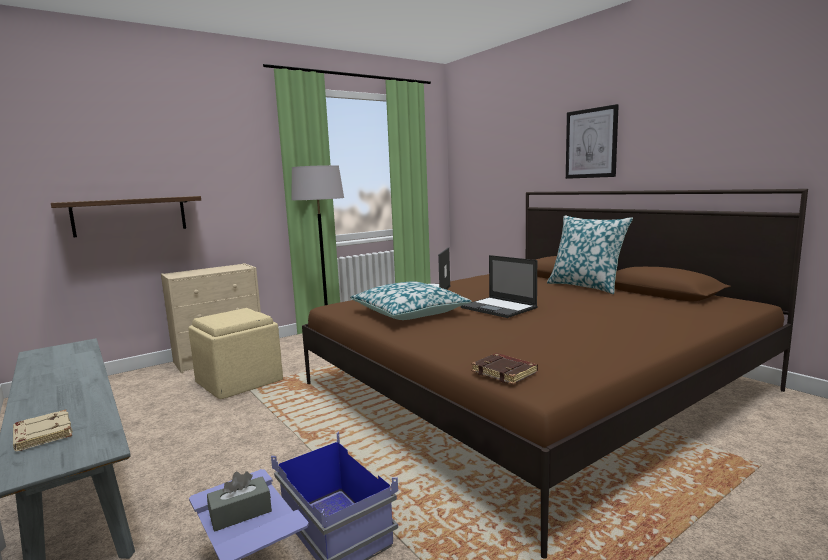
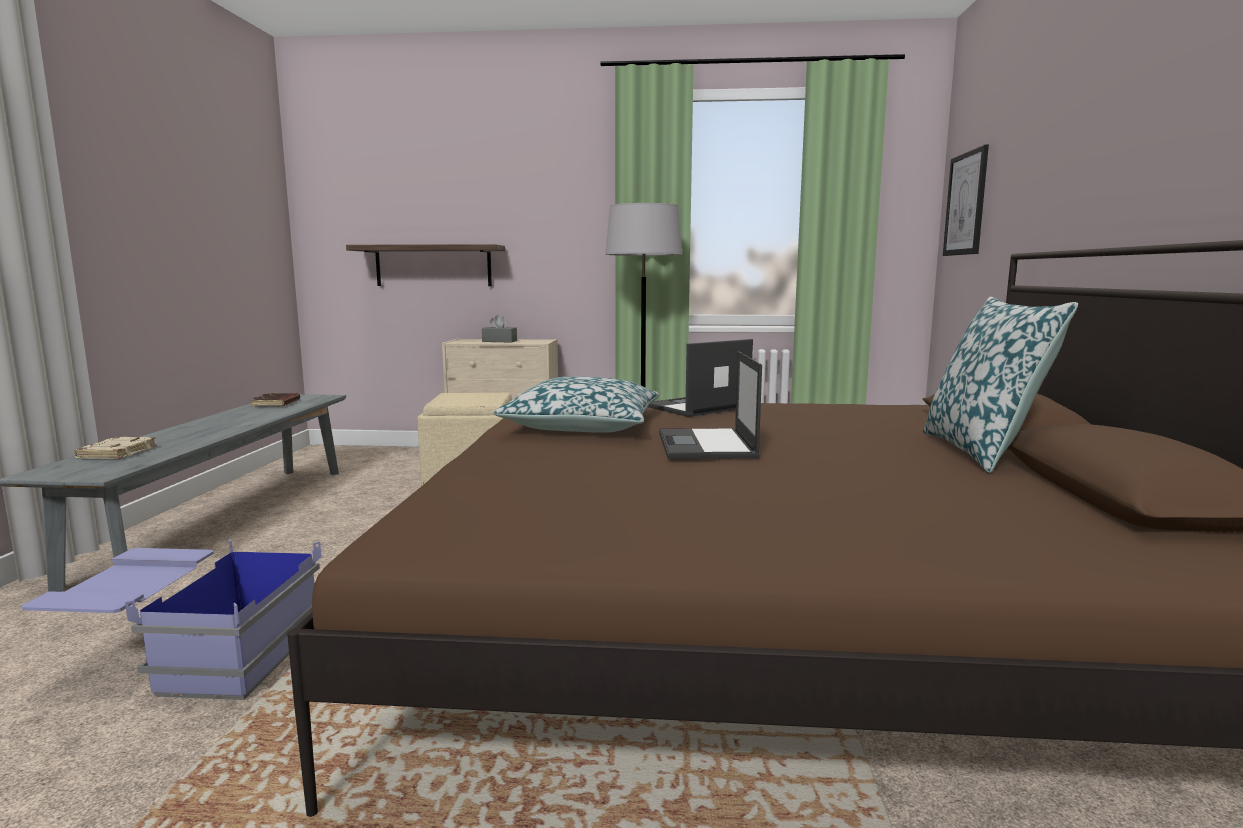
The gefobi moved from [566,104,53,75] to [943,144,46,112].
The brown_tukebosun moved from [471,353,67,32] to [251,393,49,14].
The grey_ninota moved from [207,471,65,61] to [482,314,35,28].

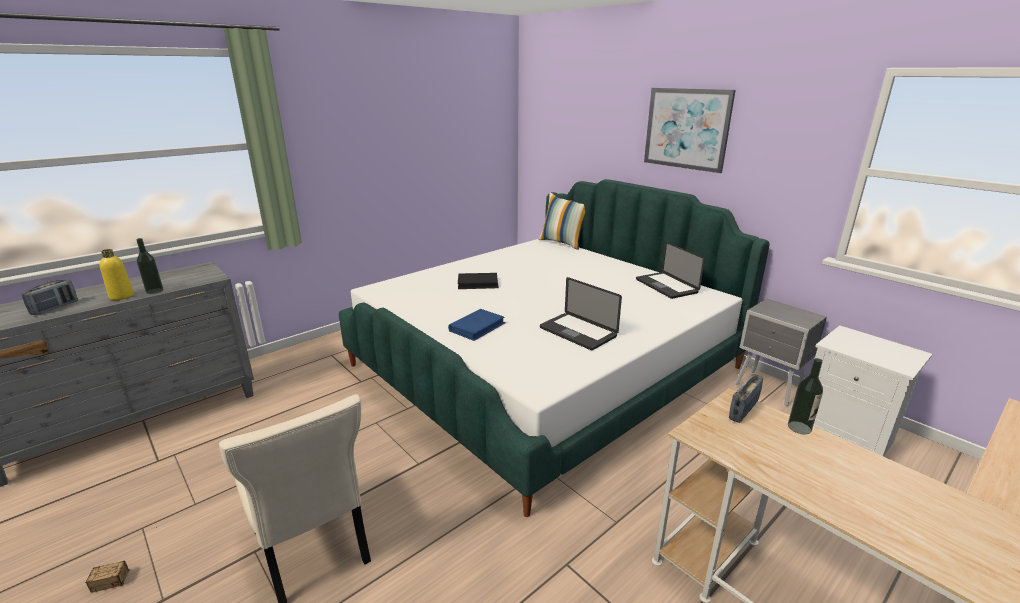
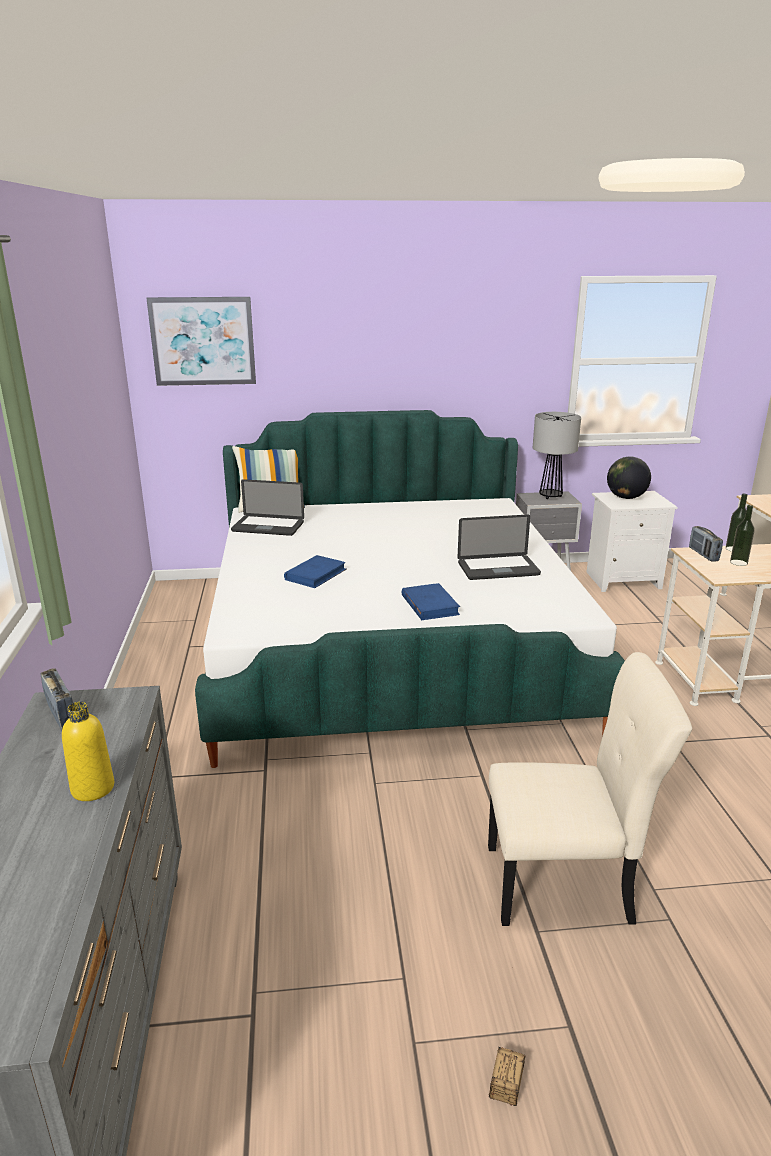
The gefobi moved from [644,88,92,85] to [146,297,110,89].
The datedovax moved from [136,238,27,56] to [730,505,25,61].
The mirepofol moved from [636,242,69,57] to [231,479,73,57].
The black_tukebosun at [458,273,41,16] became the blue_tukebosun at [284,555,63,33].
The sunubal moved from [21,280,57,35] to [40,668,33,63].
The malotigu at [533,412,48,87] appeared.
The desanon at [607,457,44,42] appeared.

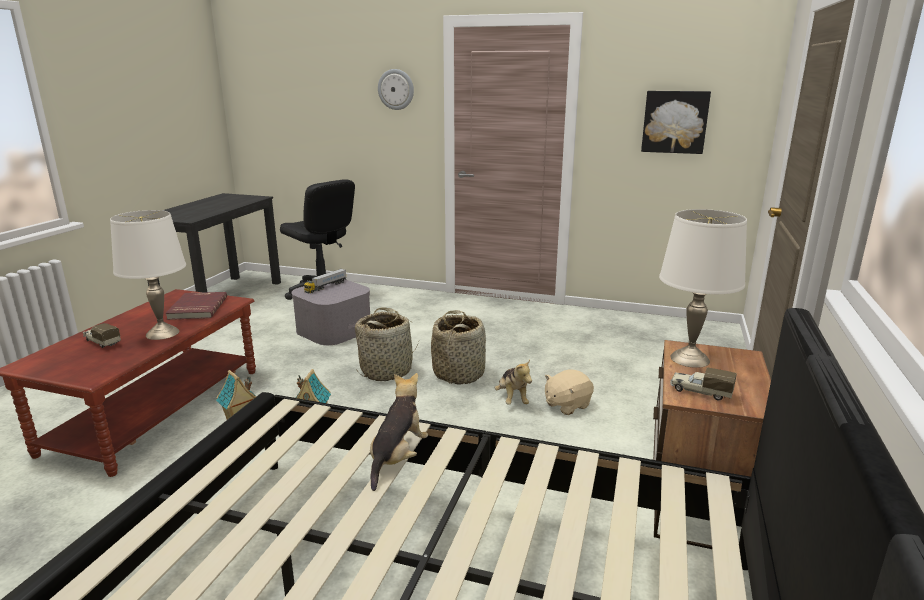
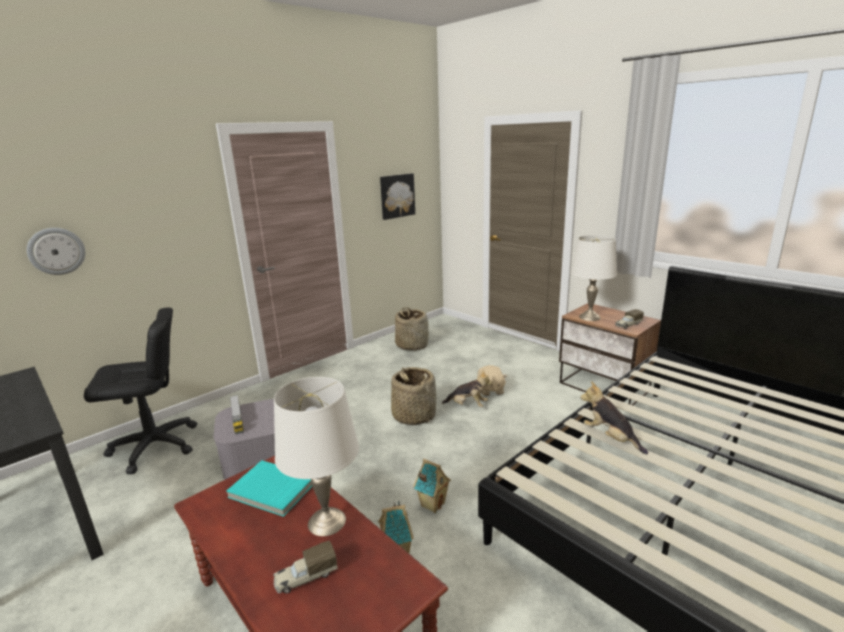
The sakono moved from [378,69,36,41] to [27,228,59,47].
The red_tukebosun at [165,292,62,28] became the turquoise_tukebosun at [226,460,86,57].
The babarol moved from [355,307,64,74] to [395,307,34,44].

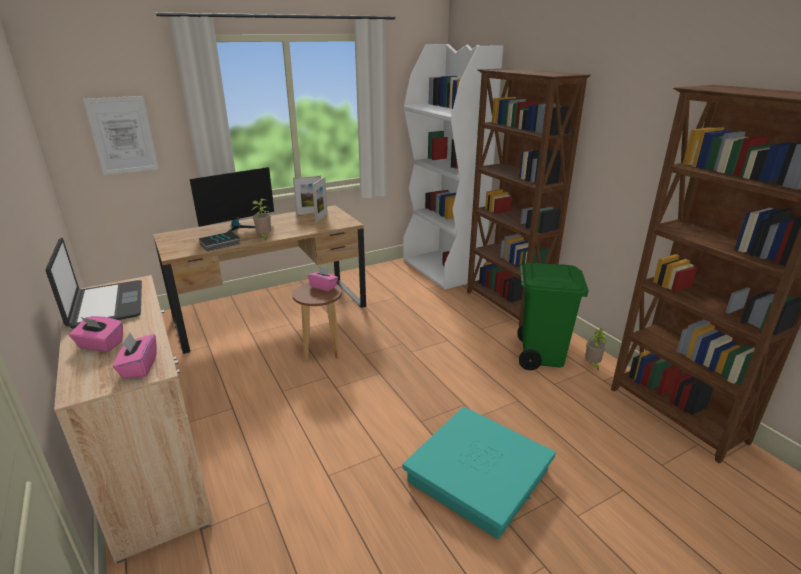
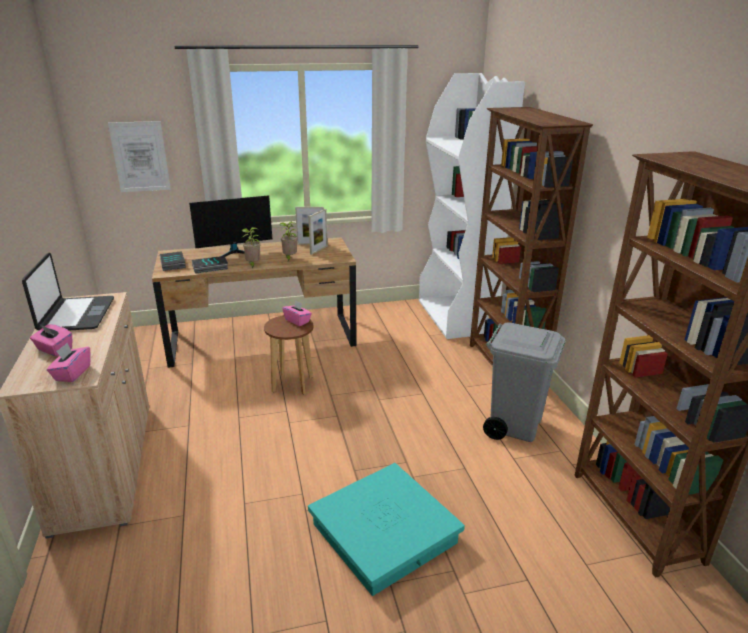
The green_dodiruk at [517,262,72,108] became the grey_dodiruk at [483,322,83,120].
The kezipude moved from [585,328,22,42] to [280,222,17,39].
The tukebosun at [160,251,26,20] appeared.

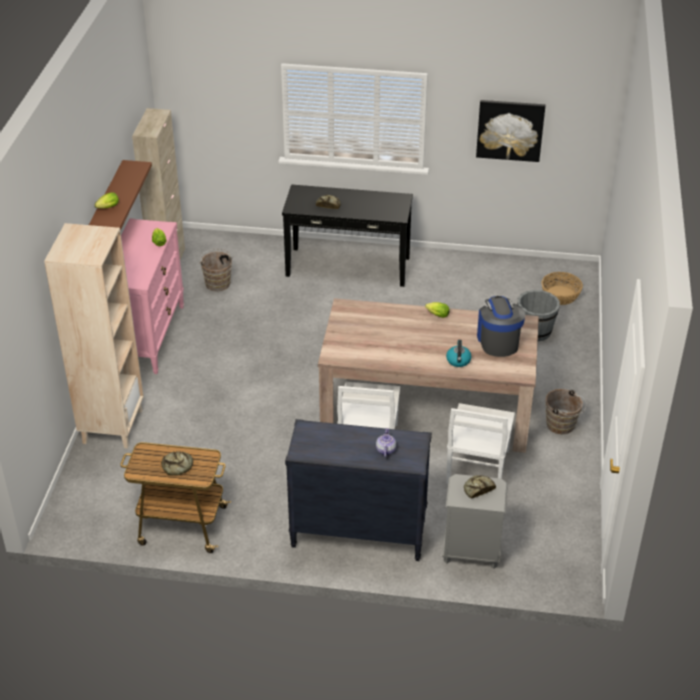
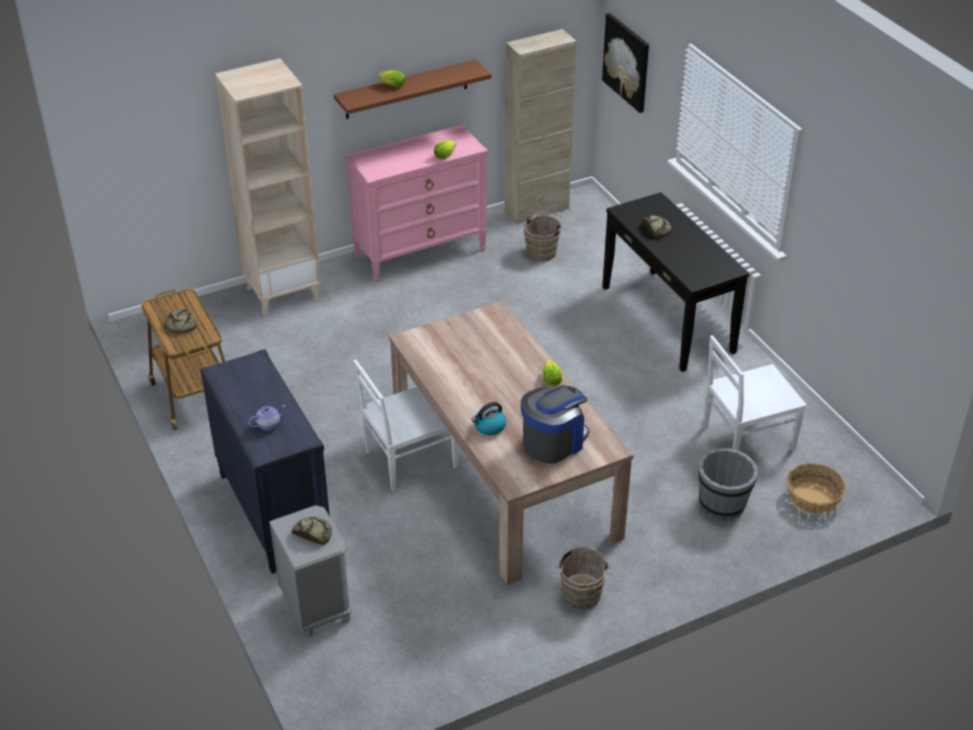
The gefobi moved from [476,100,69,62] to [602,13,47,100].
The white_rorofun moved from [446,403,69,81] to [703,335,104,116].

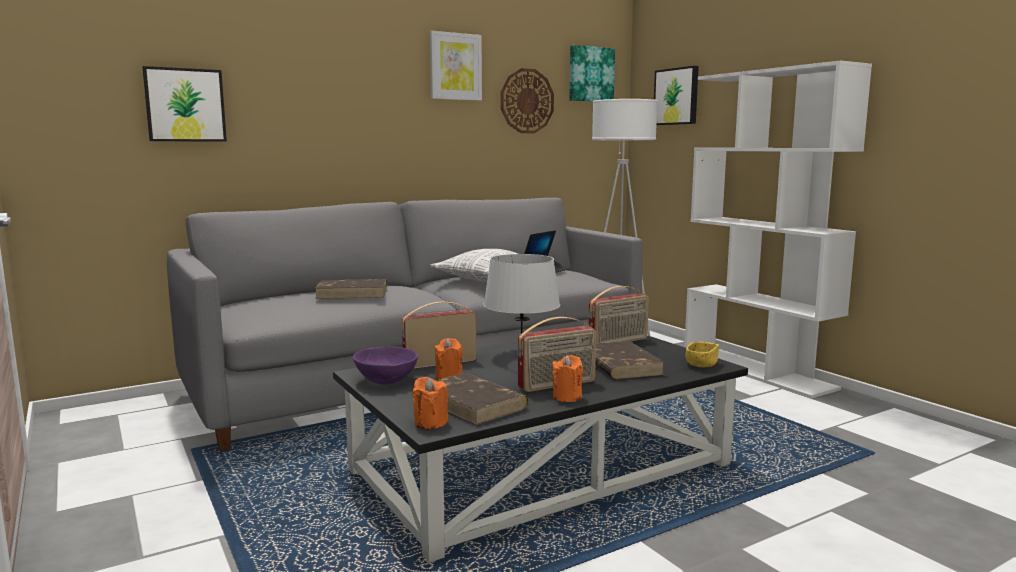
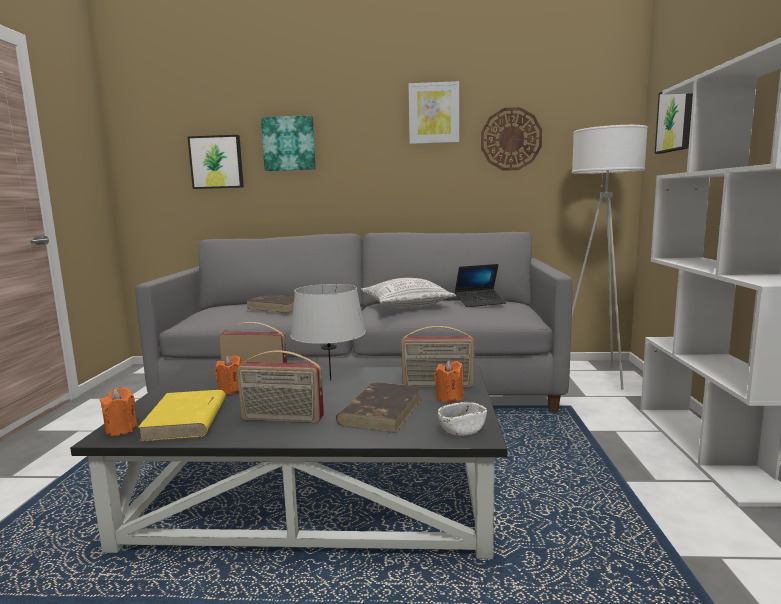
The gefobi moved from [569,45,46,57] to [261,115,55,56].
The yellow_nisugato at [686,341,33,26] became the white_nisugato at [438,402,49,34].
The purple_nisugato at [353,347,65,37] disappeared.
The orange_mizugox moved from [553,355,30,47] to [434,360,30,43].
The brown_tukebosun at [435,373,93,52] became the yellow_tukebosun at [138,390,88,52].

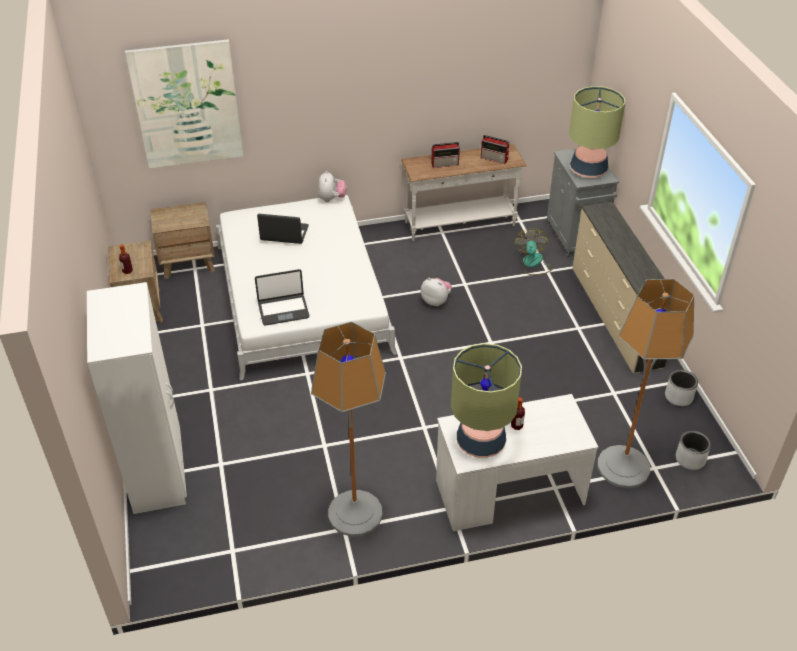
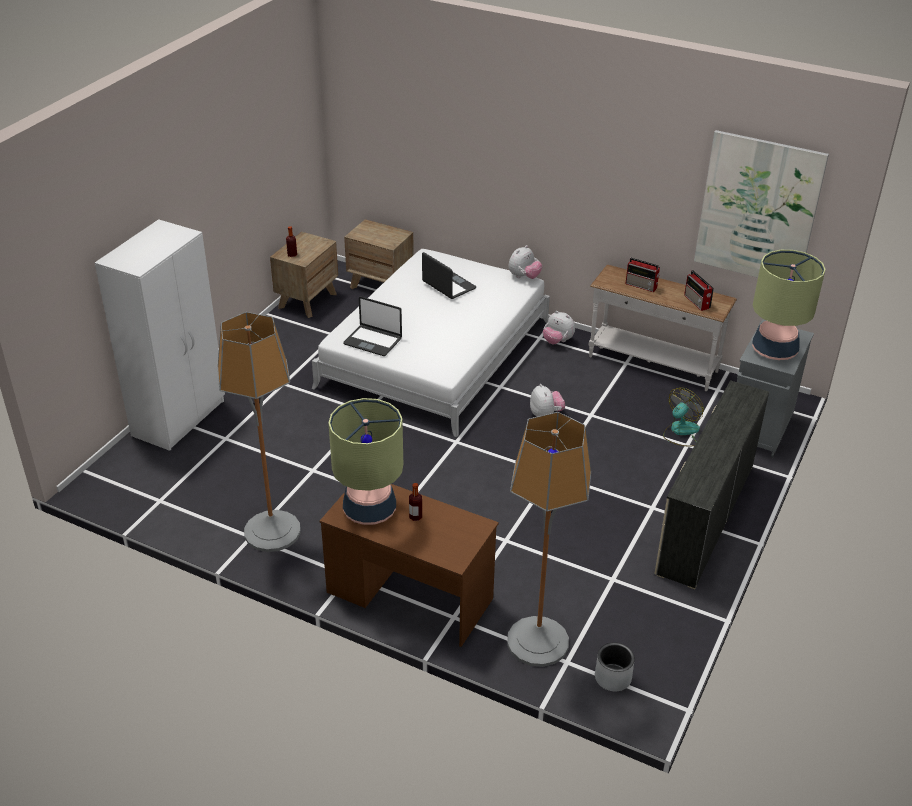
The gefobi moved from [125,39,119,130] to [694,130,135,147].
The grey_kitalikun at [665,370,33,36] disappeared.
The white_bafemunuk at [436,394,162,137] became the brown_bafemunuk at [320,484,179,163].
The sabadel at [543,311,32,33] appeared.

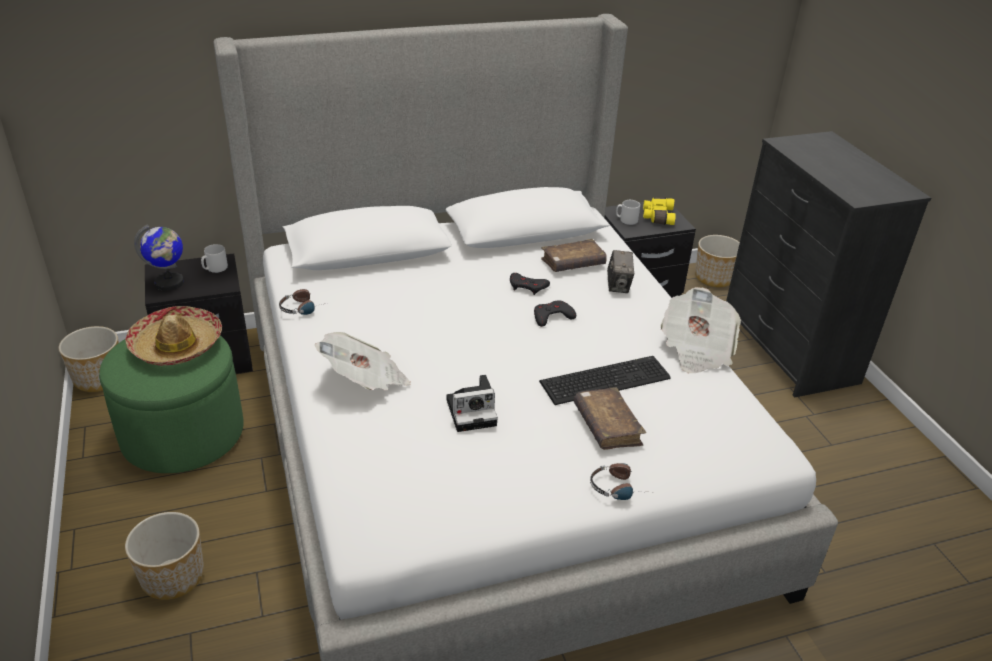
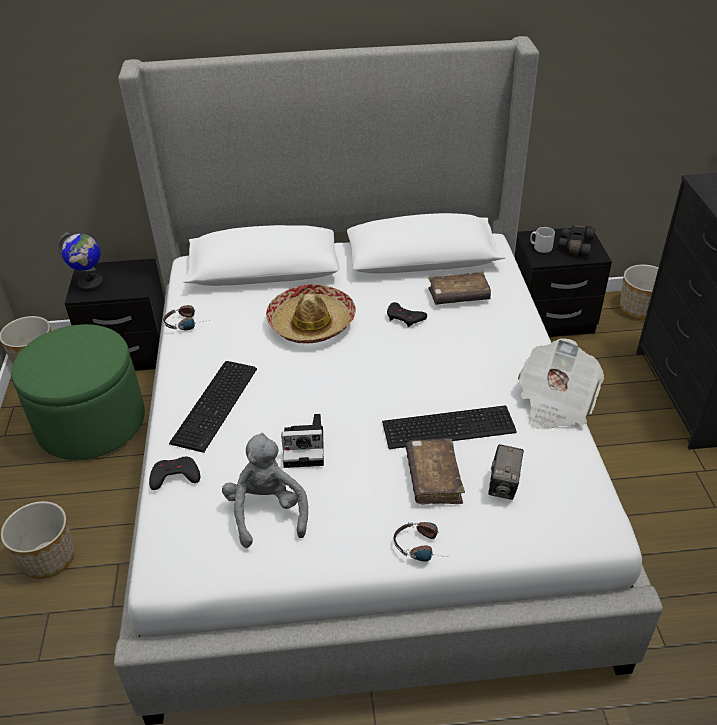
The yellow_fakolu at [643,198,33,27] became the black_fakolu at [558,225,37,31].
The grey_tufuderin at [201,244,27,29] disappeared.
The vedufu moved from [607,250,27,43] to [488,444,36,56].
The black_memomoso moved from [534,300,42,27] to [149,457,51,33].
The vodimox moved from [126,306,96,60] to [266,284,90,60].
The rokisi at [315,332,96,58] was replaced by the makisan at [169,361,88,92].
The grey_sabadel at [222,433,86,115] appeared.

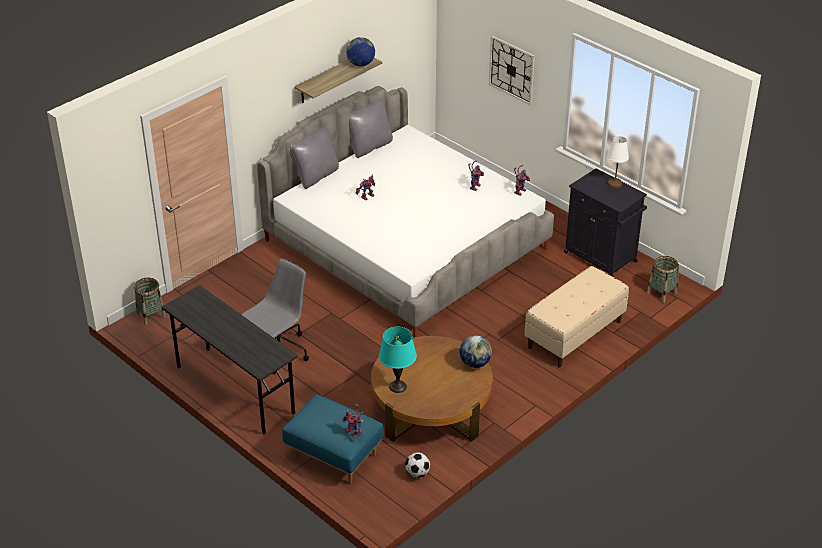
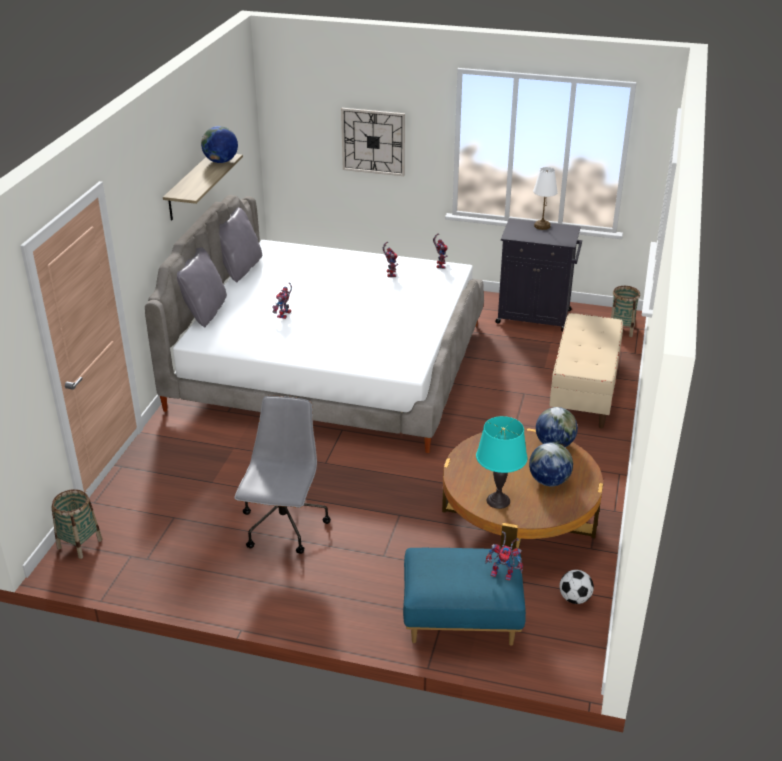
The grey_bafemunuk at [162,285,136,149] disappeared.
The desanon at [529,442,44,44] appeared.

